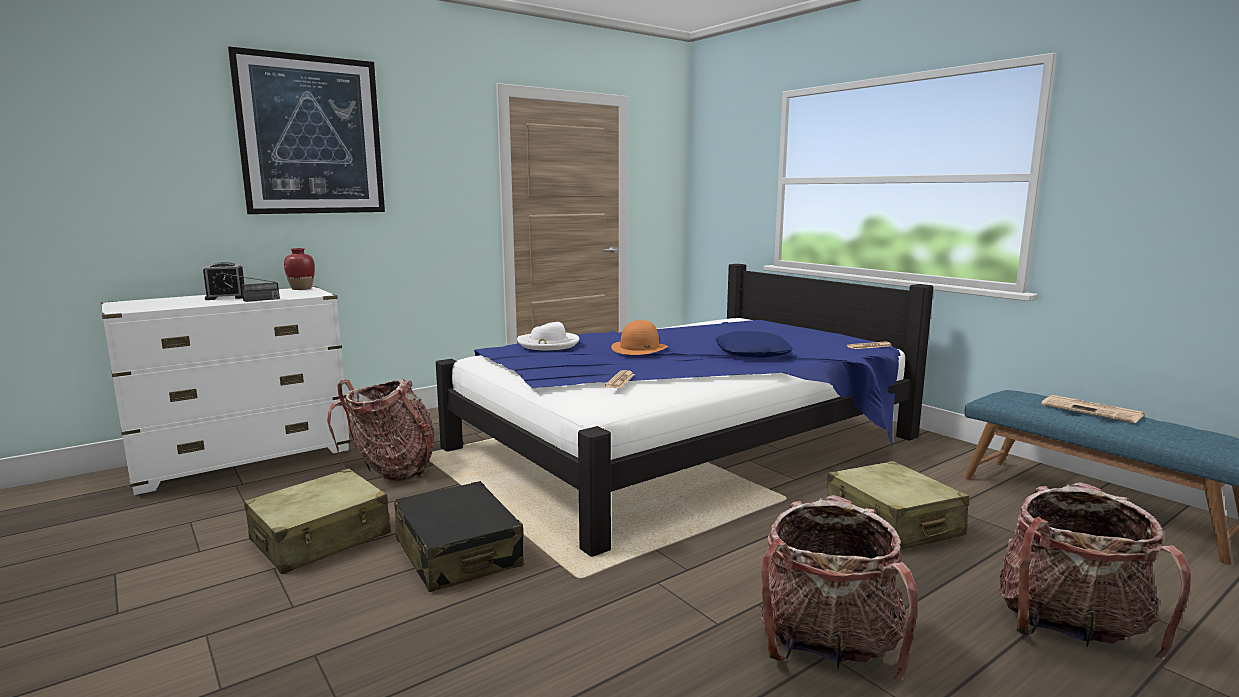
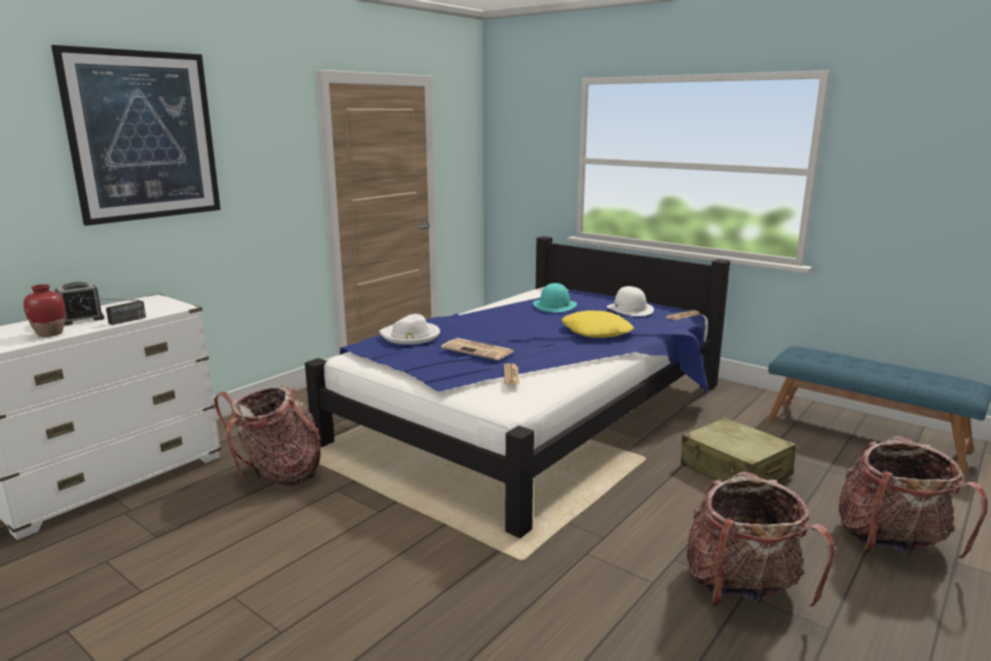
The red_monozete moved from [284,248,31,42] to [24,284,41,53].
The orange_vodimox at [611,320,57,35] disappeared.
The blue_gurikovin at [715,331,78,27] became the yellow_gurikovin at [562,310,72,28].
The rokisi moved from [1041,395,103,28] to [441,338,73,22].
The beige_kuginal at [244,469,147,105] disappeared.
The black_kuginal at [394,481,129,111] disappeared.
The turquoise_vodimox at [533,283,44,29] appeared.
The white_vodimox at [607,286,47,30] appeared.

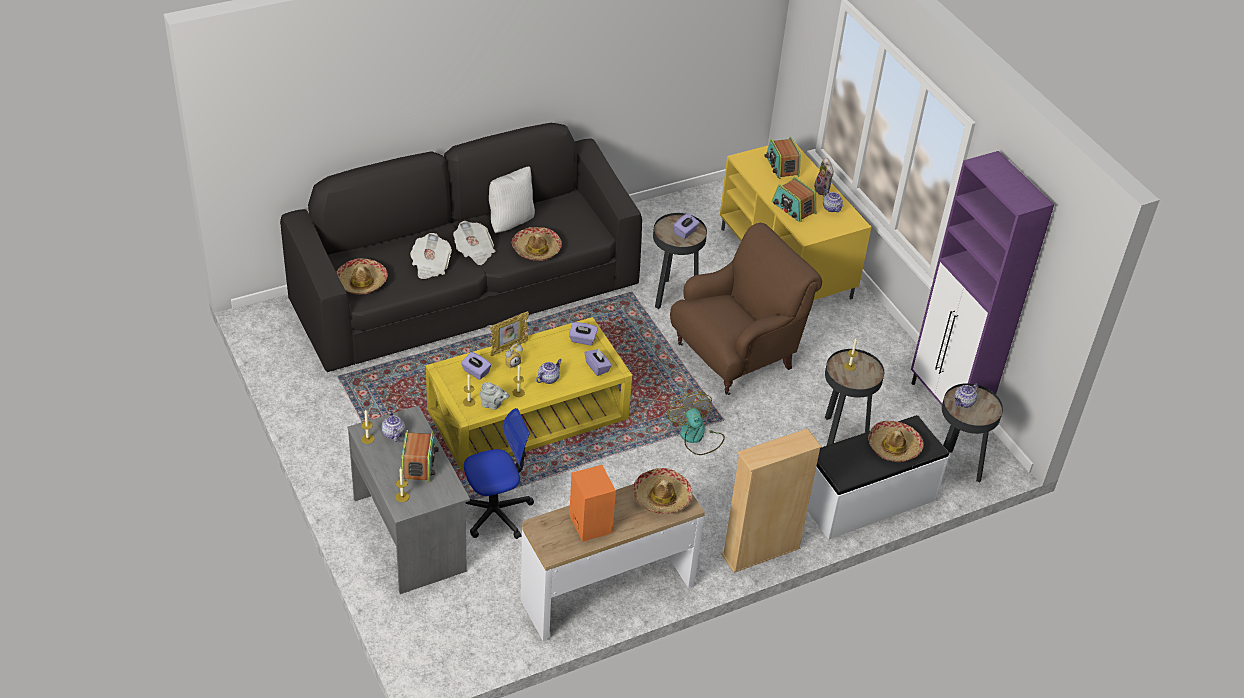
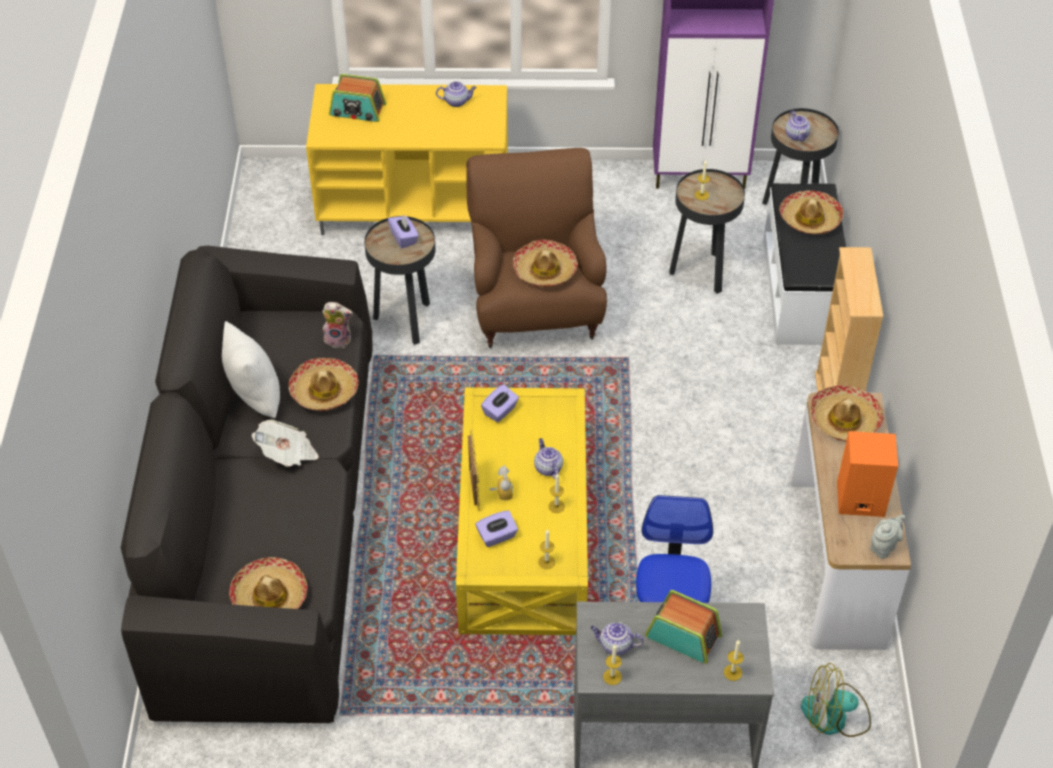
The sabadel moved from [814,157,20,38] to [322,302,31,46].
The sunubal at [772,177,44,45] disappeared.
The rokisi at [410,233,42,46] disappeared.
The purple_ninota at [585,348,27,28] disappeared.
The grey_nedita moved from [480,382,30,28] to [870,515,35,44].
The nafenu moved from [668,391,57,64] to [801,663,70,74].
The vodimox at [513,239,65,48] appeared.

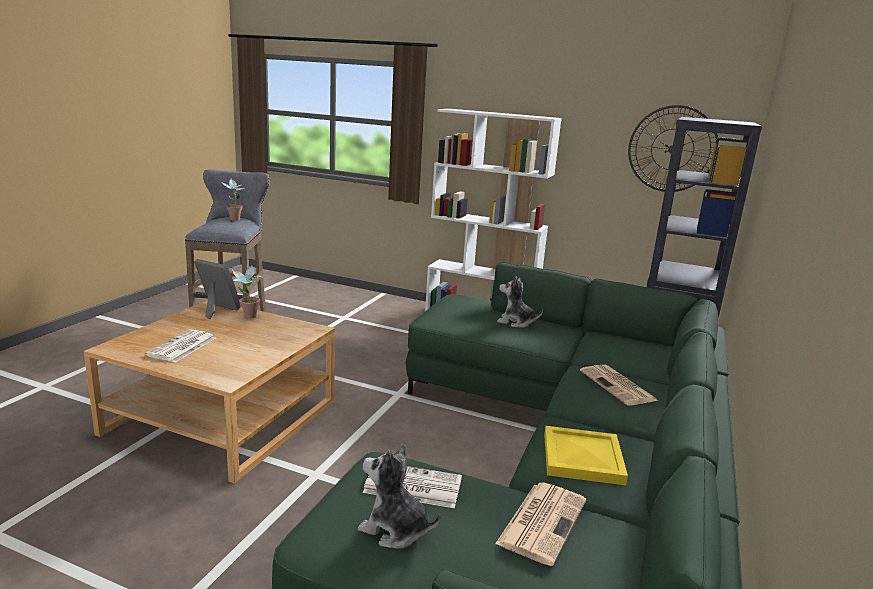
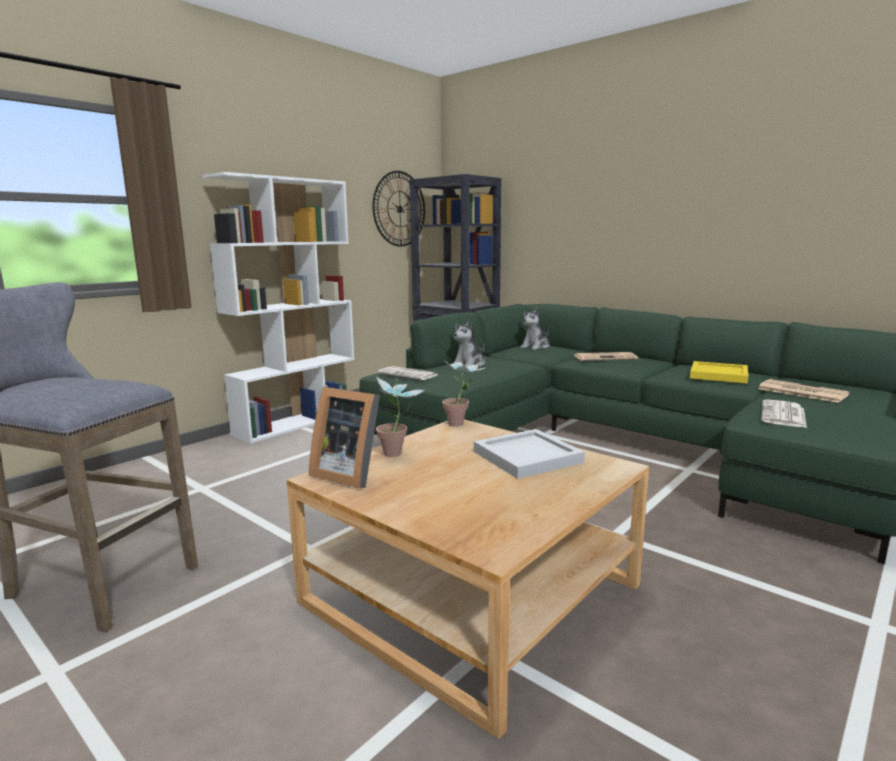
The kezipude moved from [221,178,26,43] to [442,357,44,70].
The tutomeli at [194,259,46,60] turned 105 degrees counterclockwise.
The rokisi moved from [145,329,70,33] to [378,366,60,14].
The sabadel moved from [358,445,83,104] to [520,307,30,43].
The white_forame at [474,429,111,50] appeared.

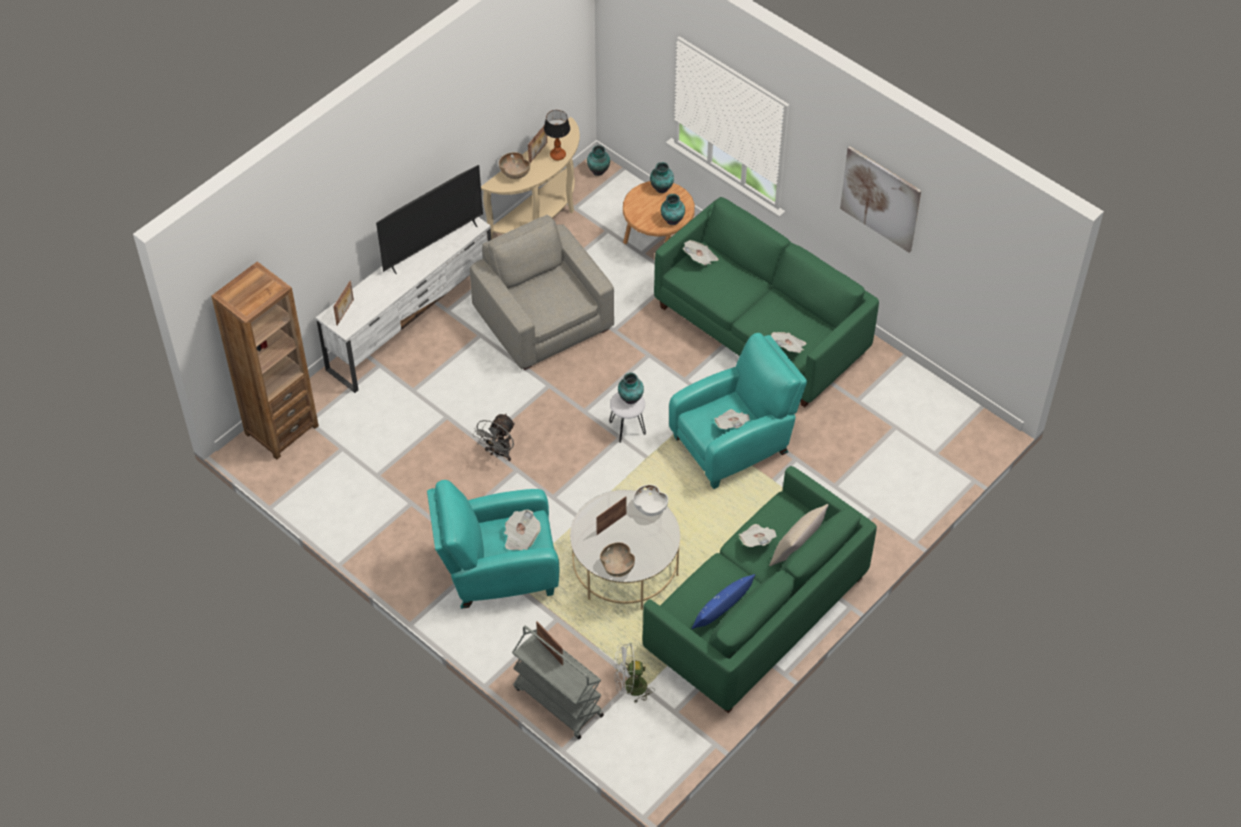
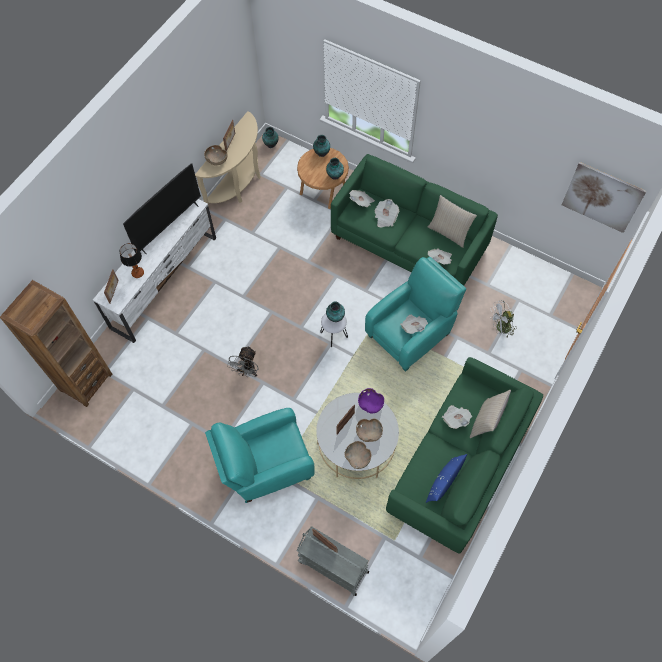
The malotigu moved from [544,110,26,51] to [119,243,25,35].
The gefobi moved from [840,146,81,107] to [562,162,85,71].
The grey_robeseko at [470,215,144,155] disappeared.
The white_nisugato at [633,484,35,32] became the purple_nisugato at [358,388,26,26].
The rokisi moved from [504,510,37,40] to [374,199,25,28].
The white_nafenu moved from [614,643,41,60] to [490,301,27,37].
The beige_gurikovin at [428,195,49,53] appeared.
The brown_nisugato at [356,418,27,24] appeared.

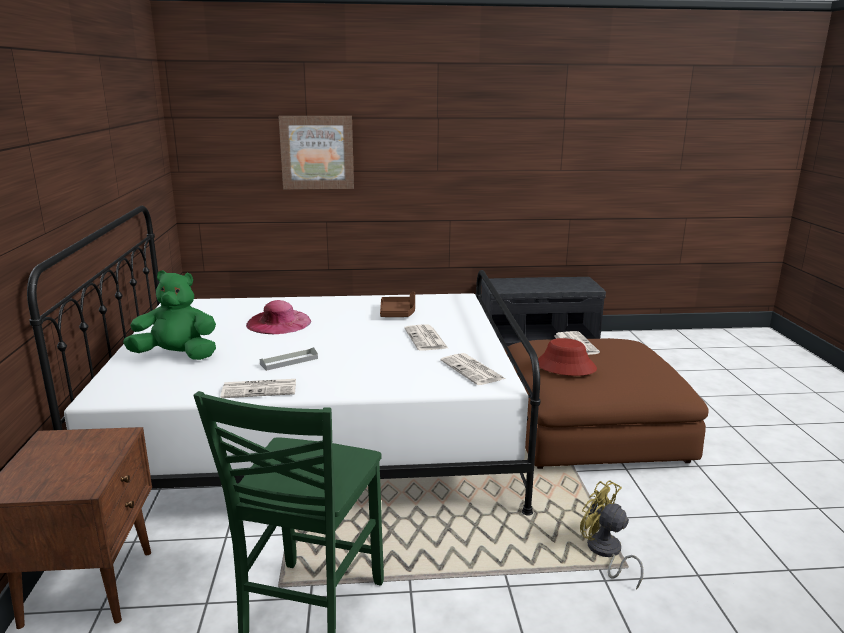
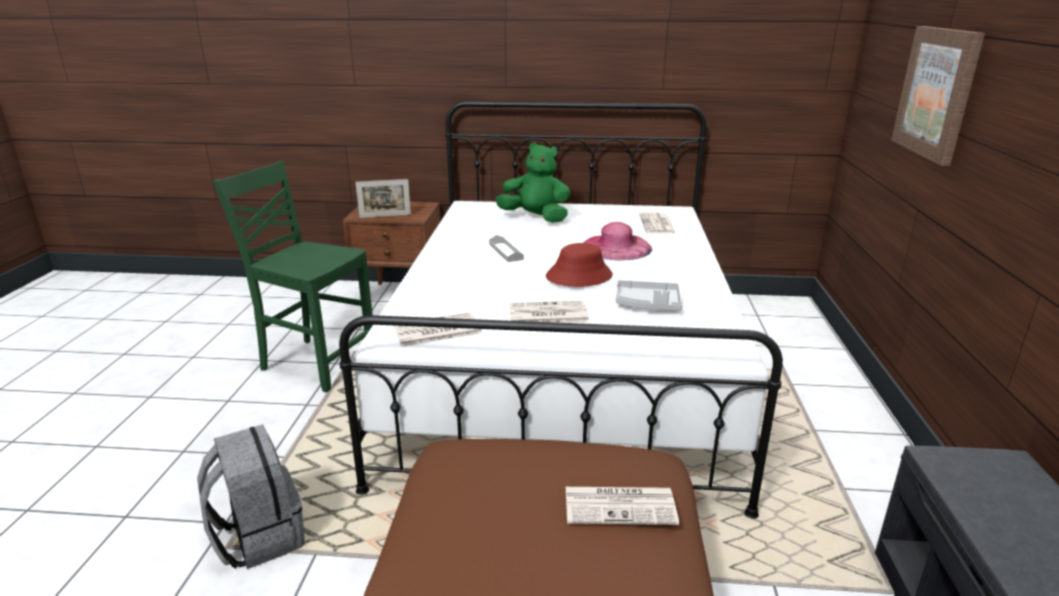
The green_sabadel at [123,270,93,90] turned 75 degrees counterclockwise.
The brown_forame at [380,292,35,25] became the grey_forame at [616,280,66,31].
The red_vodimox moved from [538,338,59,38] to [546,243,67,44].
The rokisi moved from [220,379,76,19] to [639,212,37,22].
The yellow_nafenu at [580,480,64,110] was replaced by the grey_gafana at [197,424,108,145].
The tutomeli at [355,179,56,39] appeared.

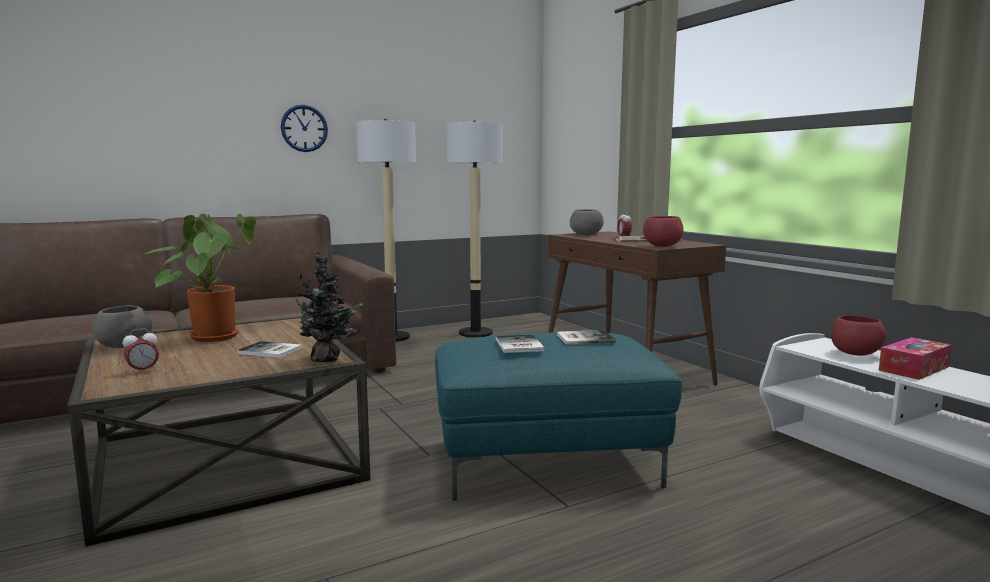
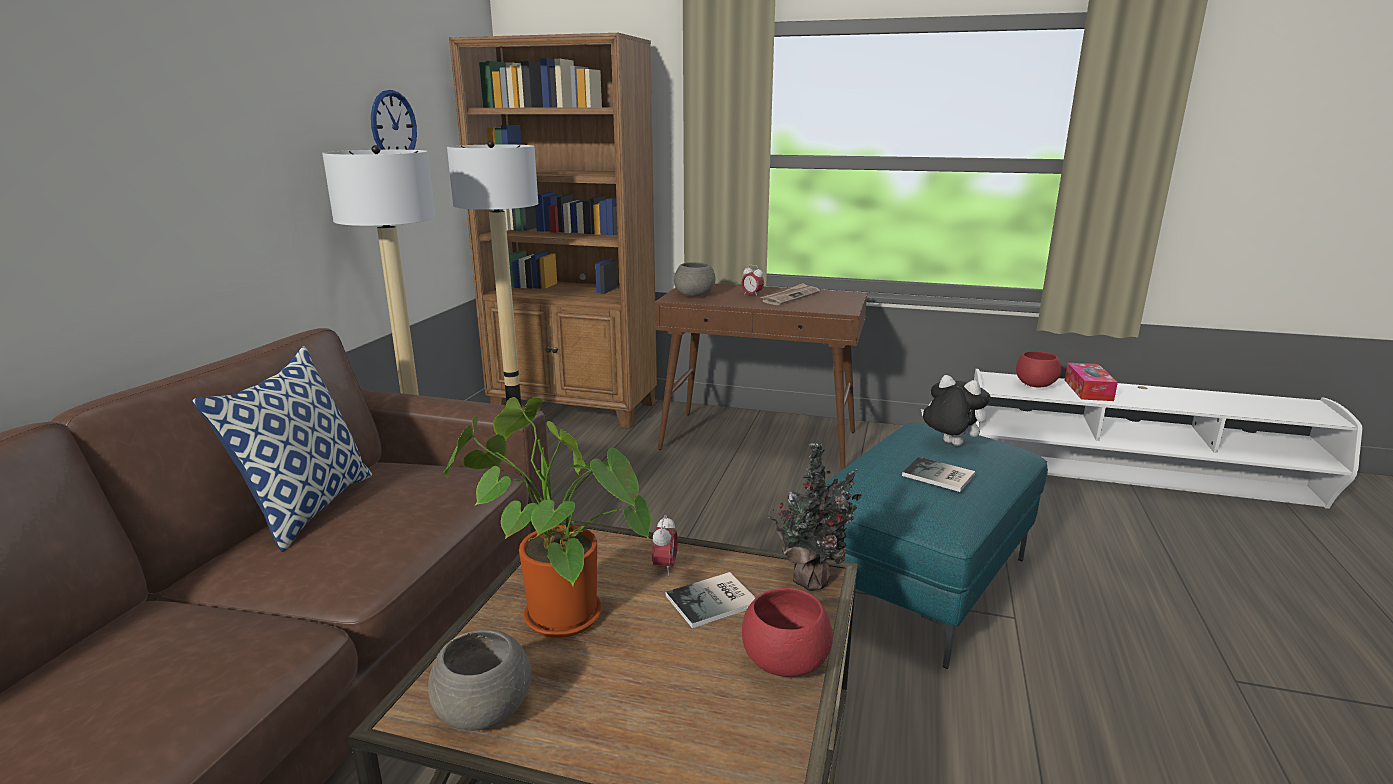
The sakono moved from [281,105,47,47] to [371,90,46,60].
The red_nisugato moved from [643,216,40,31] to [742,588,91,89].
The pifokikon moved from [123,328,36,47] to [652,515,26,61].
The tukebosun at [557,330,59,15] was replaced by the sabadel at [921,375,69,71].
The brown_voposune at [449,33,208,396] appeared.
The gurikovin at [192,346,180,206] appeared.

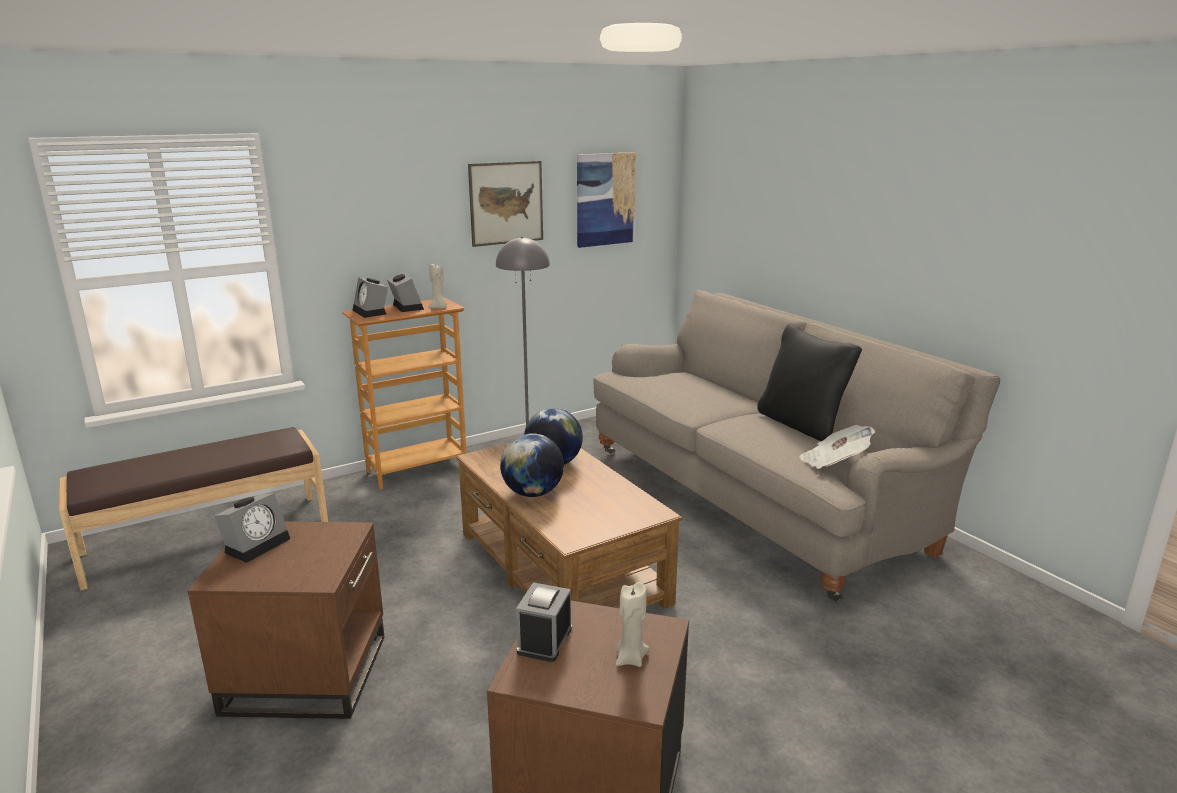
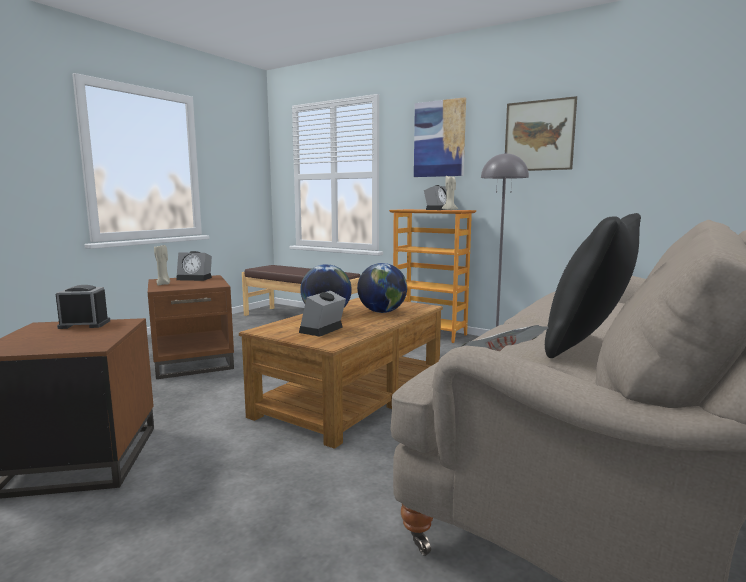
The gefobi moved from [577,152,59,96] to [414,97,52,80].
The pifokikon moved from [352,277,36,41] to [299,291,47,46].
The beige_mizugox moved from [616,582,33,85] to [154,245,16,40].

